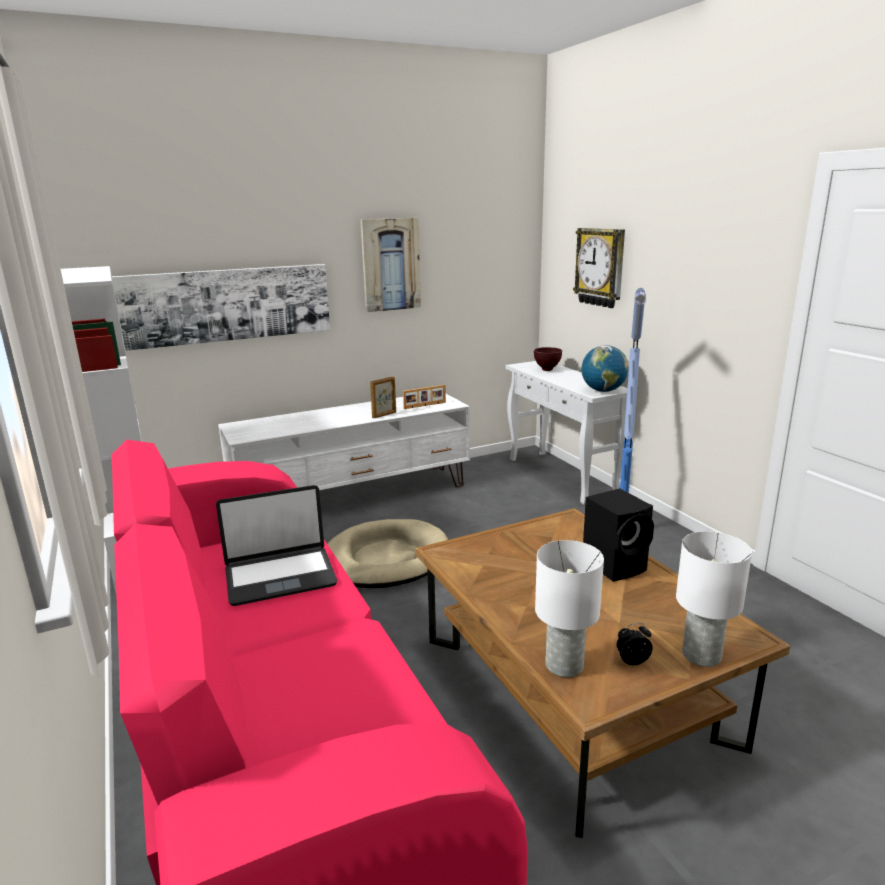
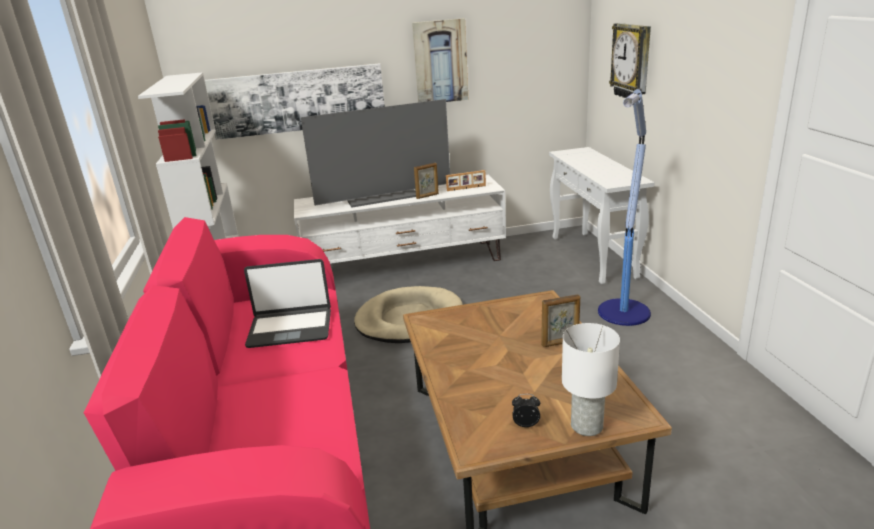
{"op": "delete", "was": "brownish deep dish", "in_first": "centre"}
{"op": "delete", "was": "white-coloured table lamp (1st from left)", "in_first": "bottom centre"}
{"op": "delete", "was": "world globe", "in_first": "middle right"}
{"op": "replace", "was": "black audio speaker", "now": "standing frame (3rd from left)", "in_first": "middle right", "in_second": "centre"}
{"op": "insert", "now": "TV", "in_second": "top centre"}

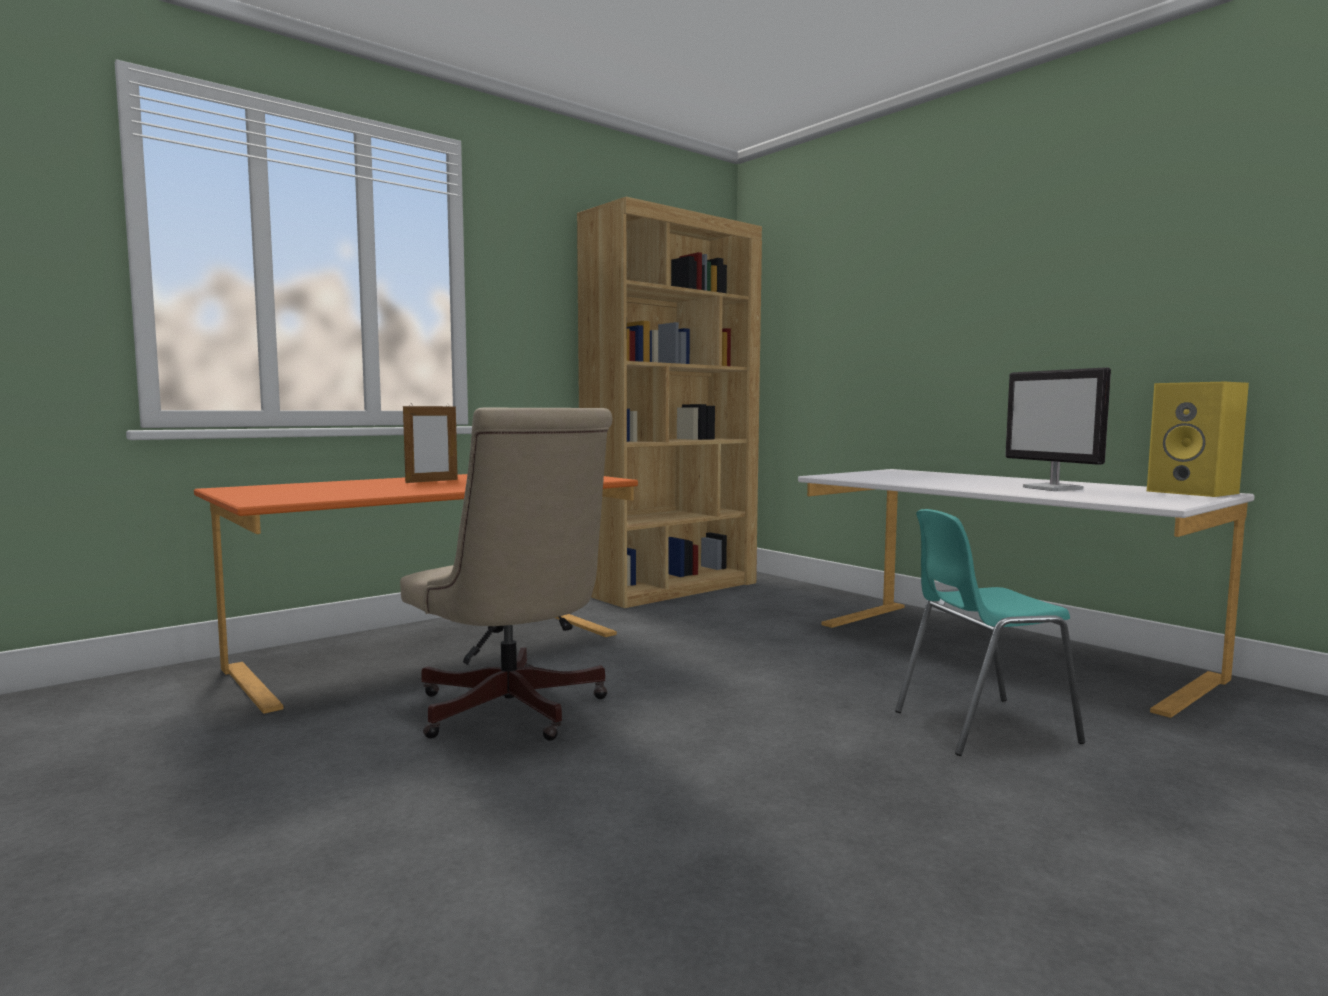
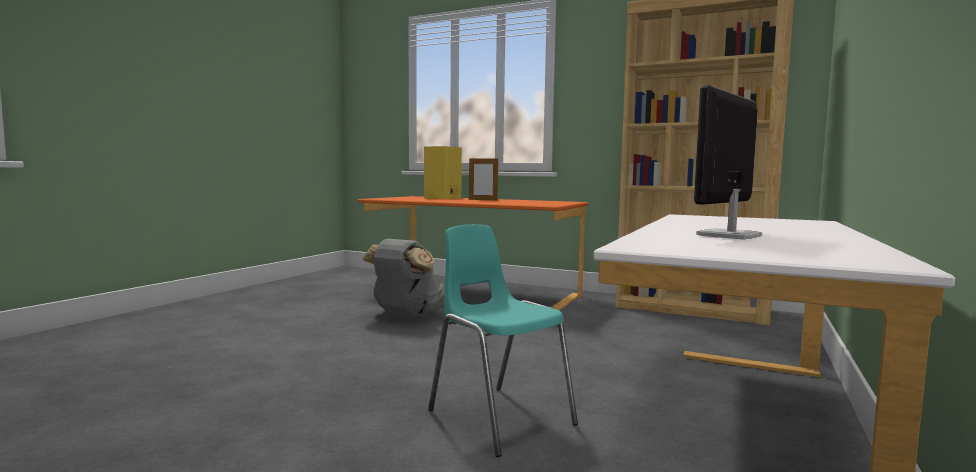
{"op": "replace", "was": "beige-coloured desk chair", "now": "grey rucksack", "in_first": "centre", "in_second": "centre"}
{"op": "move", "was": "yellowish audio speaker", "in_first": "middle right", "in_second": "centre"}

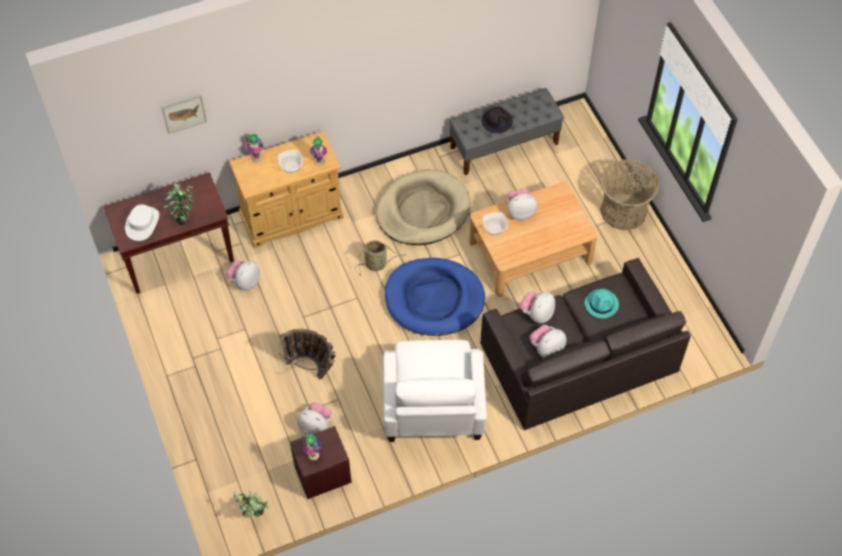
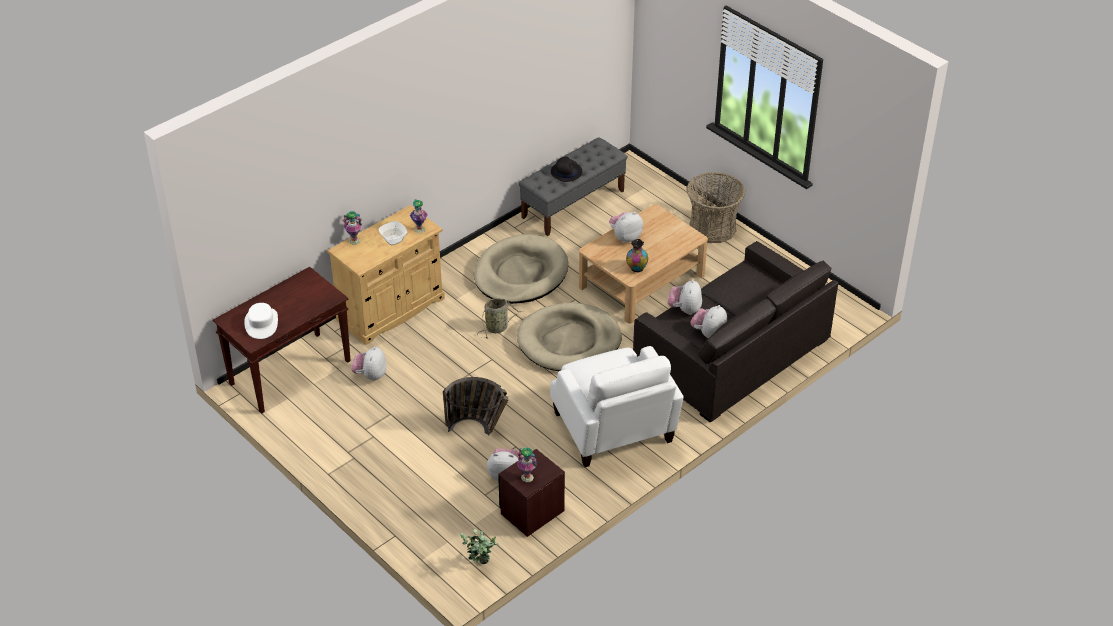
{"op": "delete", "was": "picture", "in_first": "top left"}
{"op": "delete", "was": "houseplant (1st from left)", "in_first": "middle left"}
{"op": "recolor", "was": "blue dog bed", "now": "beige-coloured dog bed (2nd from left)", "in_first": "centre", "in_second": "centre"}
{"op": "delete", "was": "deep dish (2nd from left)", "in_first": "centre"}
{"op": "delete", "was": "turquoise-coloured hat", "in_first": "middle right"}
{"op": "insert", "now": "vase (4th from left)", "in_second": "centre"}

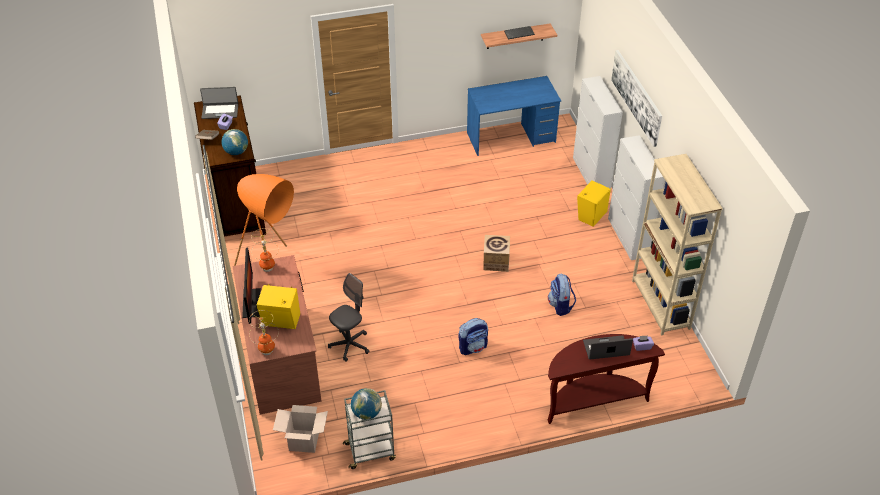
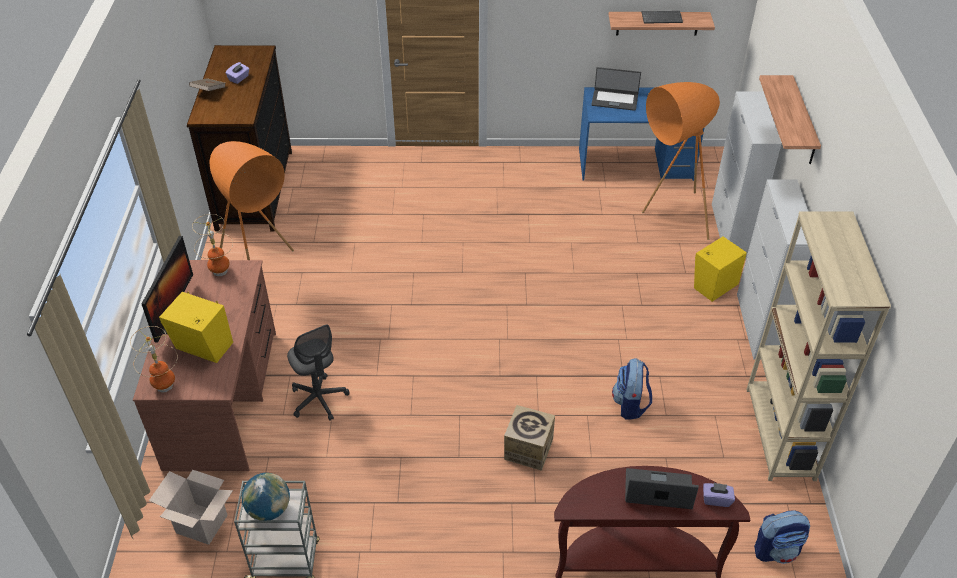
{"op": "move", "was": "portable computer (1st from left)", "in_first": "top left", "in_second": "top centre"}
{"op": "delete", "was": "world globe (1st from left)", "in_first": "top left"}
{"op": "rotate", "was": "grey desk chair", "in_first": "centre", "in_second": "middle left", "clockwise": 90}
{"op": "move", "was": "rucksack (1st from left in the first image)", "now": "rucksack (2nd from left)", "in_first": "bottom centre", "in_second": "bottom right"}
{"op": "move", "was": "cardboard box (2nd from left)", "in_first": "centre", "in_second": "bottom centre"}
{"op": "replace", "was": "picture", "now": "shelf (2nd from left)", "in_first": "top right", "in_second": "top right"}
{"op": "insert", "now": "orange standing lamp (2nd from left)", "in_second": "top right"}

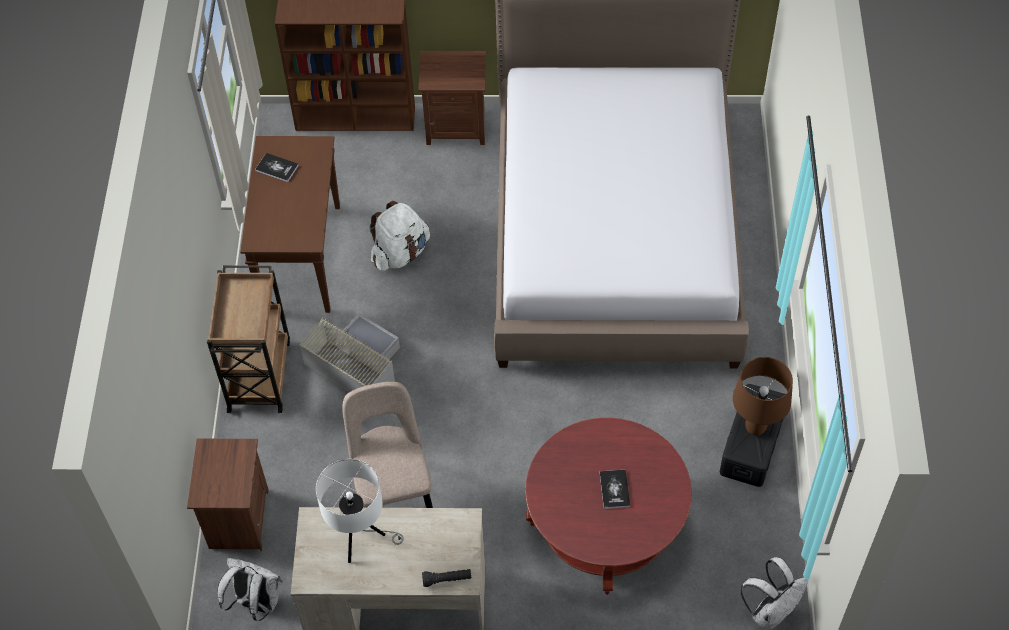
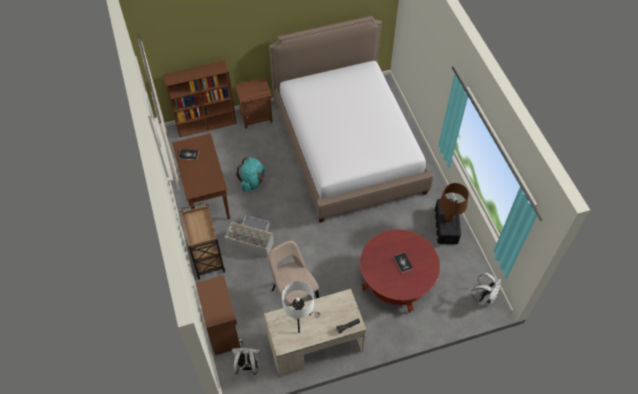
{"op": "replace", "was": "brownish night table (1st from left)", "now": "brownish cupboard", "in_first": "bottom left", "in_second": "bottom centre"}
{"op": "recolor", "was": "white-coloured rucksack (2nd from left)", "now": "turquoise-coloured rucksack", "in_first": "centre", "in_second": "centre"}

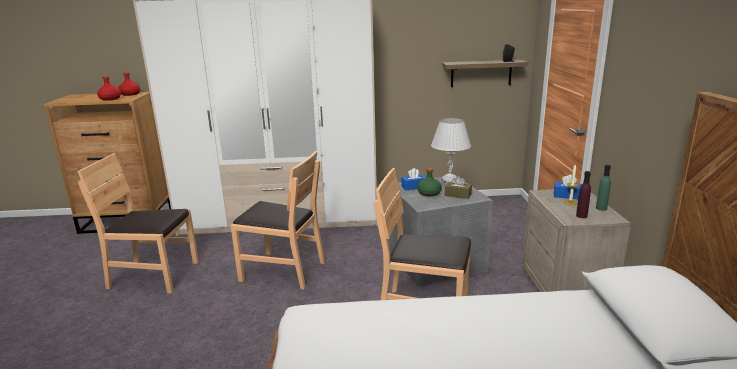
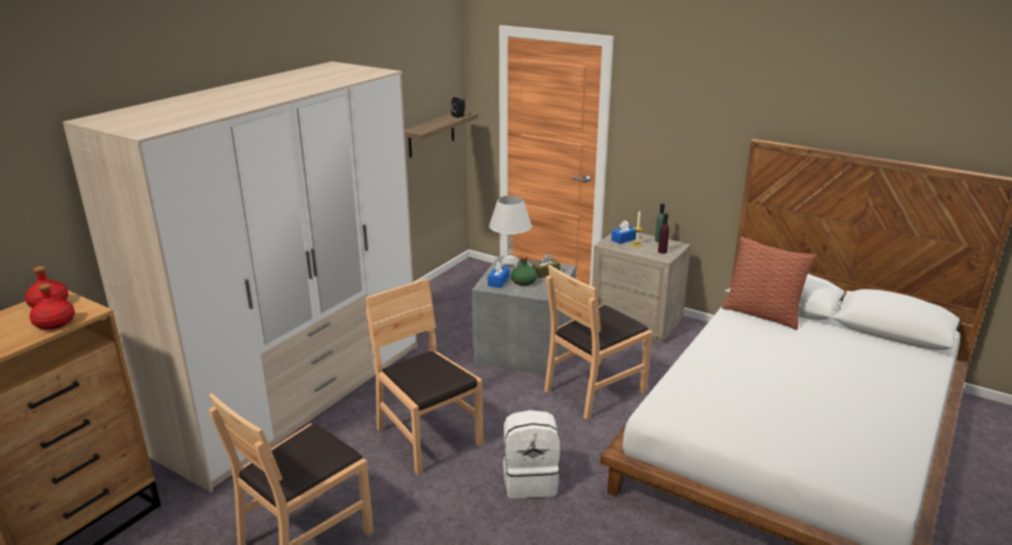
{"op": "rotate", "was": "brownish plain chair (2nd from left)", "in_first": "centre", "in_second": "bottom centre", "clockwise": -90}
{"op": "insert", "now": "white-coloured rucksack", "in_second": "bottom centre"}
{"op": "insert", "now": "throw pillow", "in_second": "middle right"}

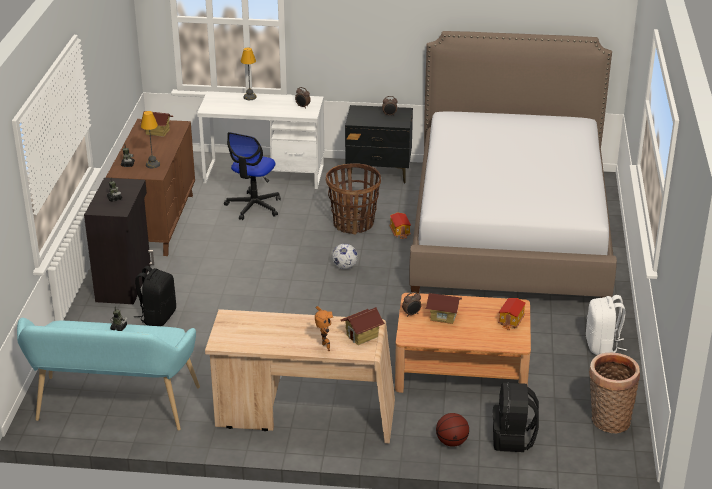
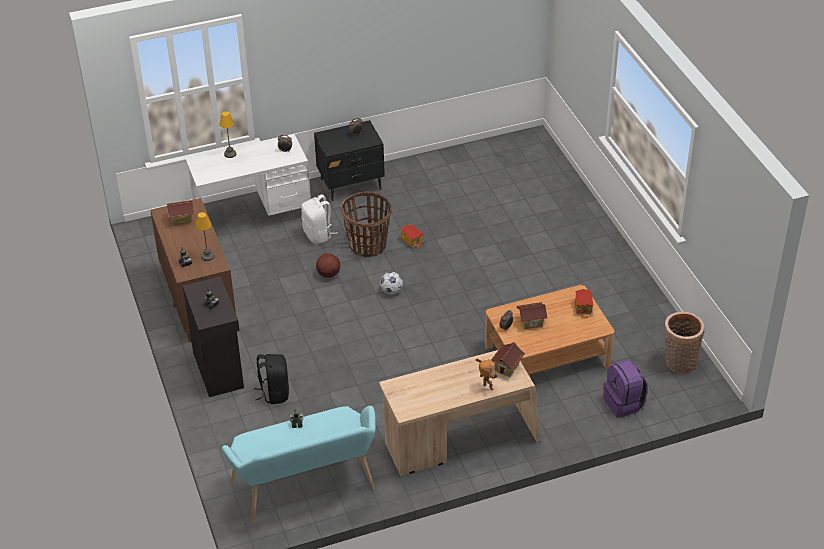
{"op": "delete", "was": "desk chair", "in_first": "centre"}
{"op": "delete", "was": "bed", "in_first": "middle right"}
{"op": "move", "was": "basketball ball", "in_first": "bottom centre", "in_second": "centre"}
{"op": "recolor", "was": "black rucksack (2nd from left)", "now": "purple-coloured rucksack", "in_first": "bottom right", "in_second": "bottom right"}
{"op": "move", "was": "white-coloured rucksack", "in_first": "middle right", "in_second": "centre"}

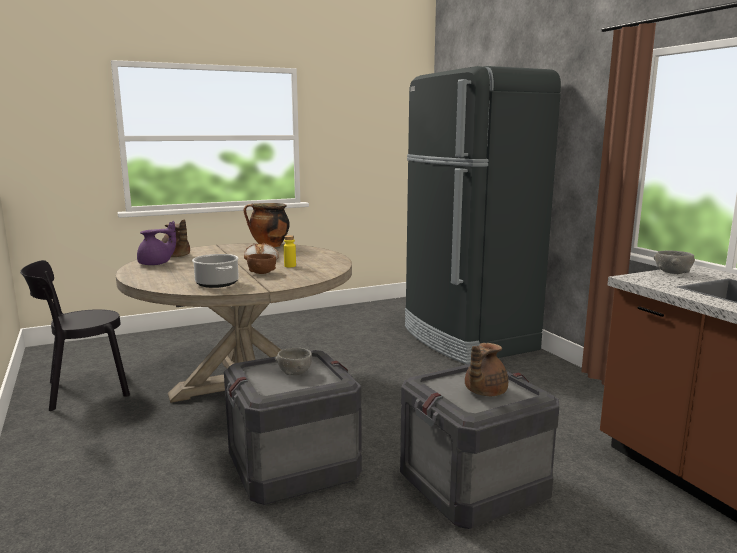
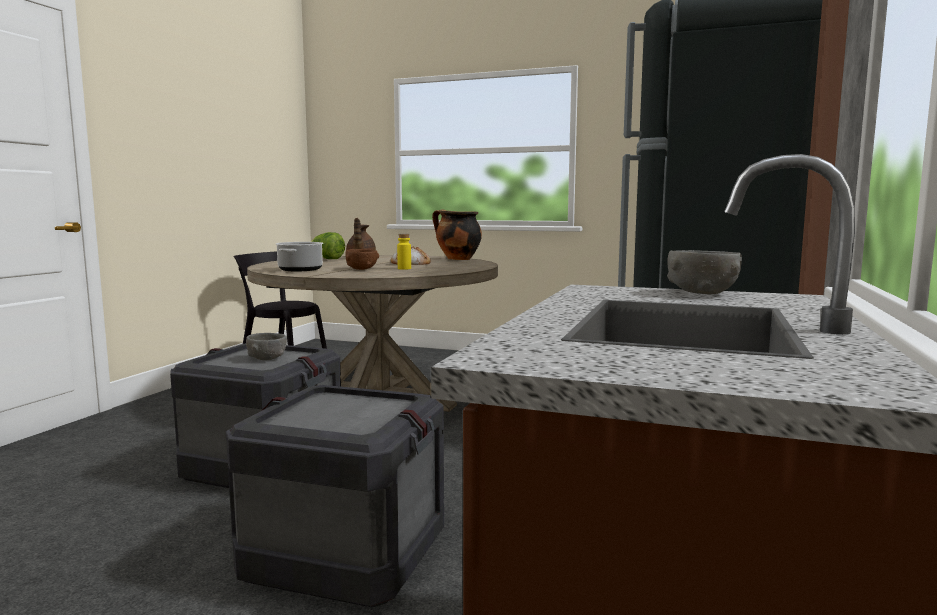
{"op": "replace", "was": "purple-coloured pot for tea", "now": "lettuce", "in_first": "middle left", "in_second": "centre"}
{"op": "delete", "was": "brownish pot for tea (2nd from left)", "in_first": "bottom centre"}

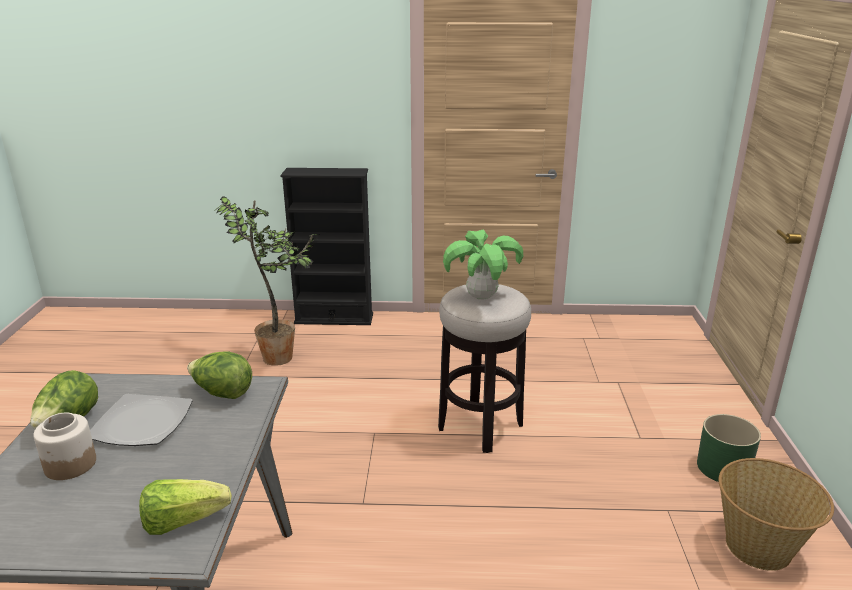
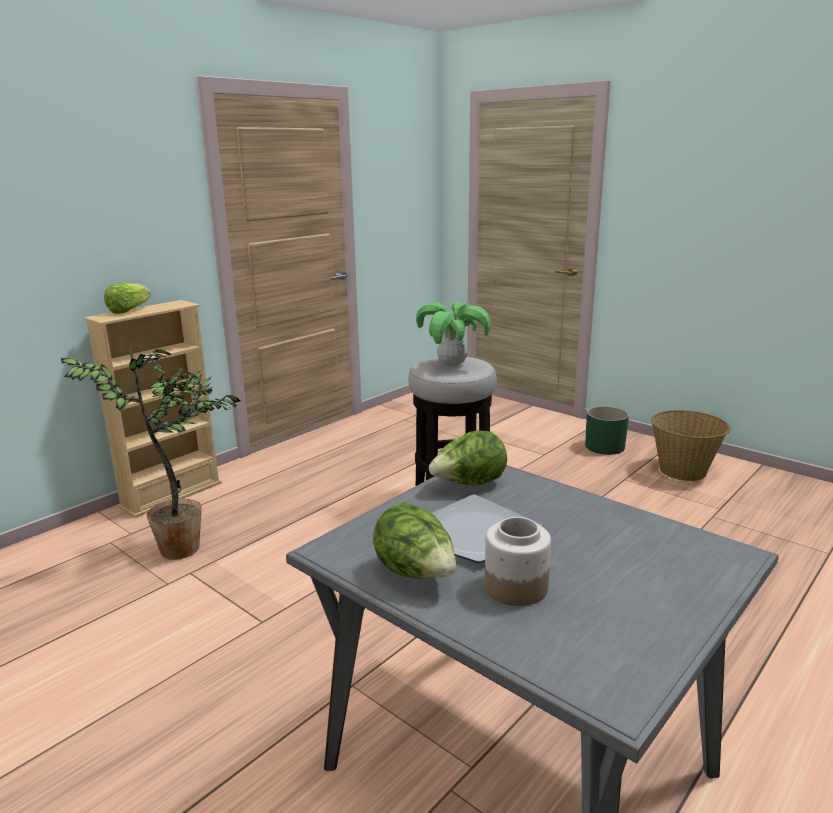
{"op": "move", "was": "lettuce (2nd from left in the first image)", "now": "lettuce (1st from left)", "in_first": "bottom left", "in_second": "middle left"}
{"op": "recolor", "was": "black shelving unit", "now": "beige-coloured shelving unit", "in_first": "centre", "in_second": "middle left"}

